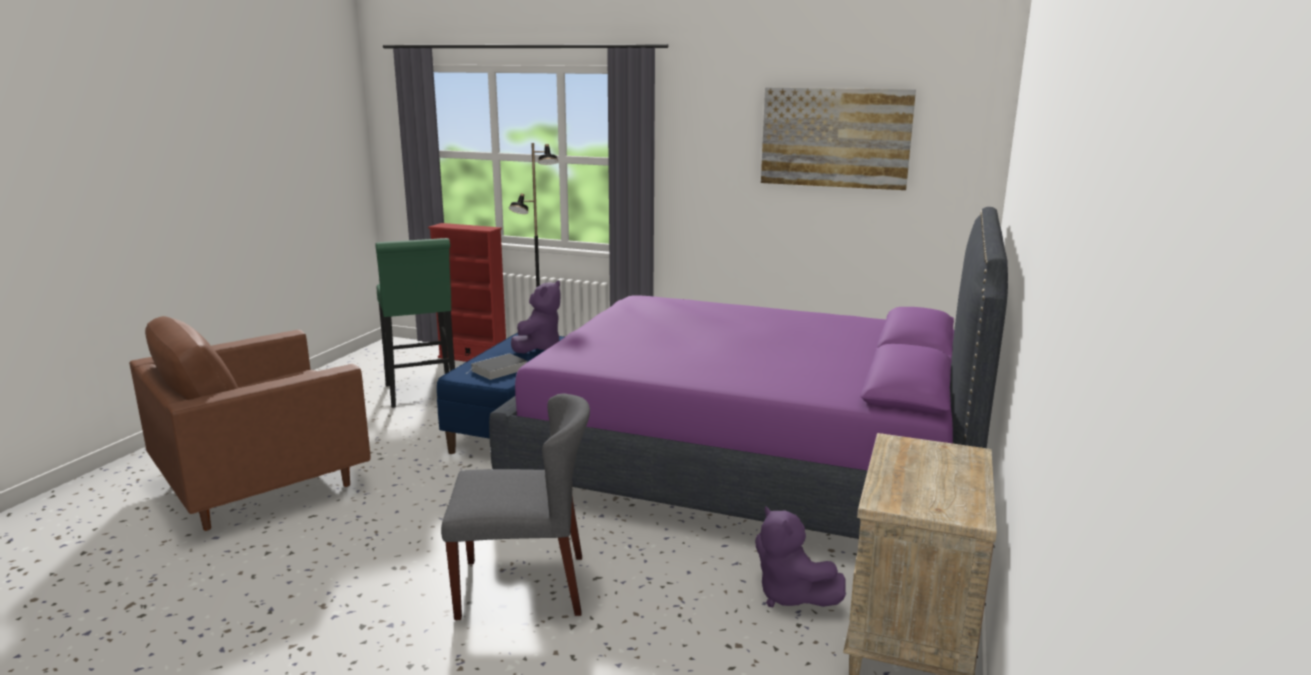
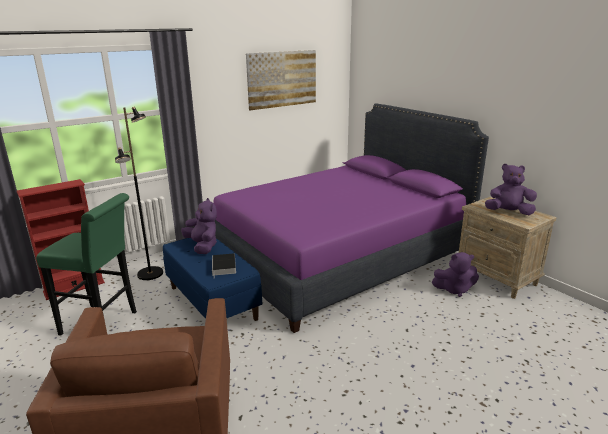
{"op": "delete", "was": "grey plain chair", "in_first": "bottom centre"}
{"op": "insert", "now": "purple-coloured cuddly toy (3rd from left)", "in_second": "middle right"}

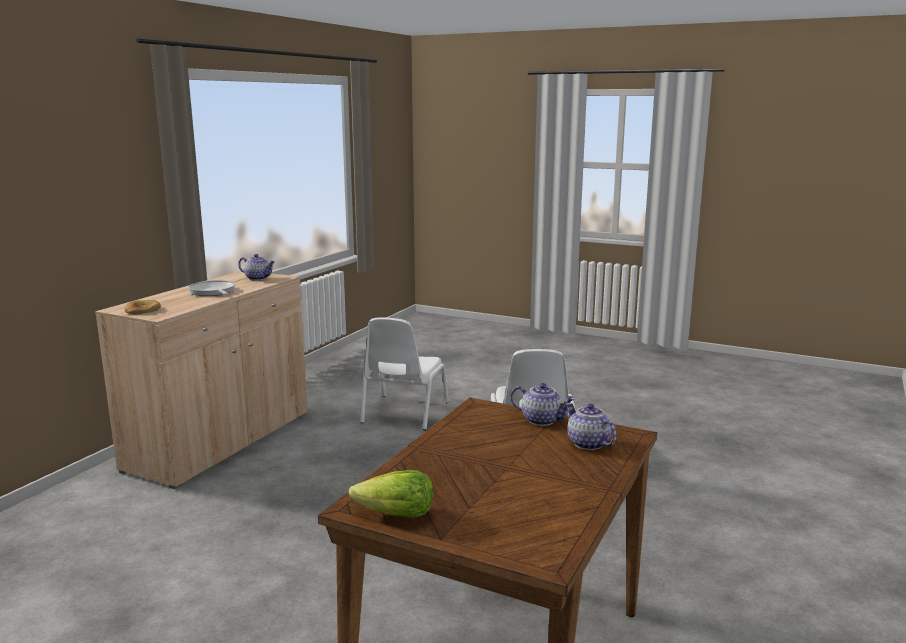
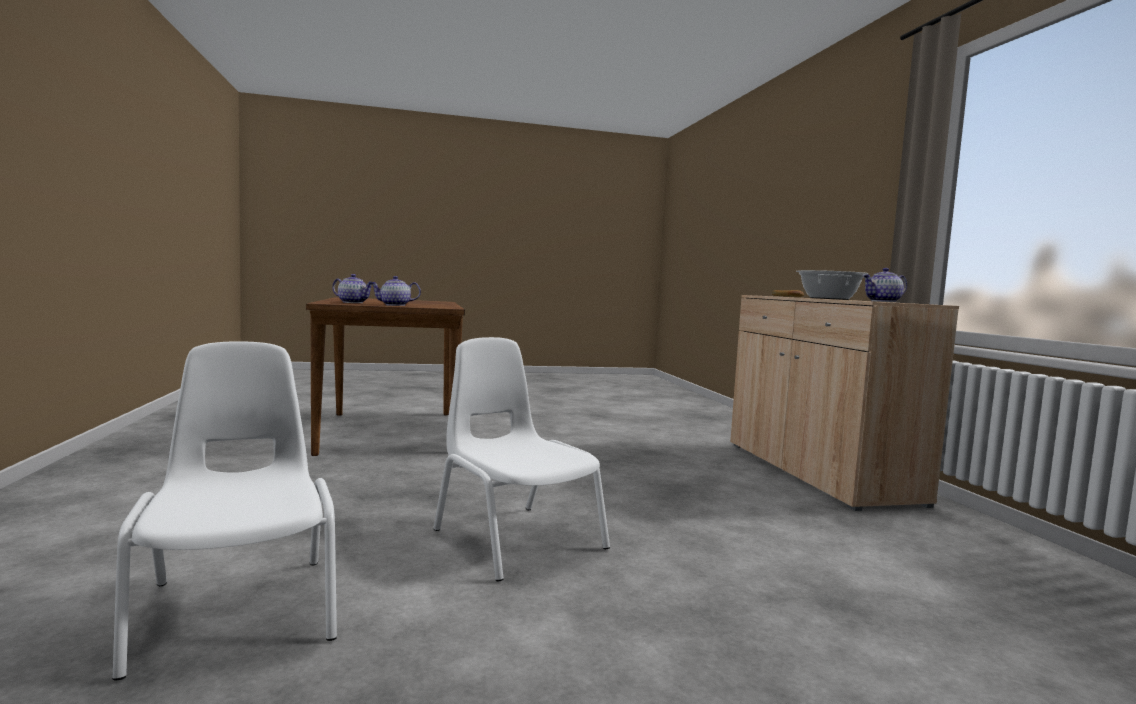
{"op": "replace", "was": "frying pan", "now": "cooking pot", "in_first": "middle left", "in_second": "middle right"}
{"op": "delete", "was": "lettuce", "in_first": "bottom centre"}
{"op": "move", "was": "white-coloured plain chair (1st from left)", "in_first": "centre", "in_second": "bottom left"}

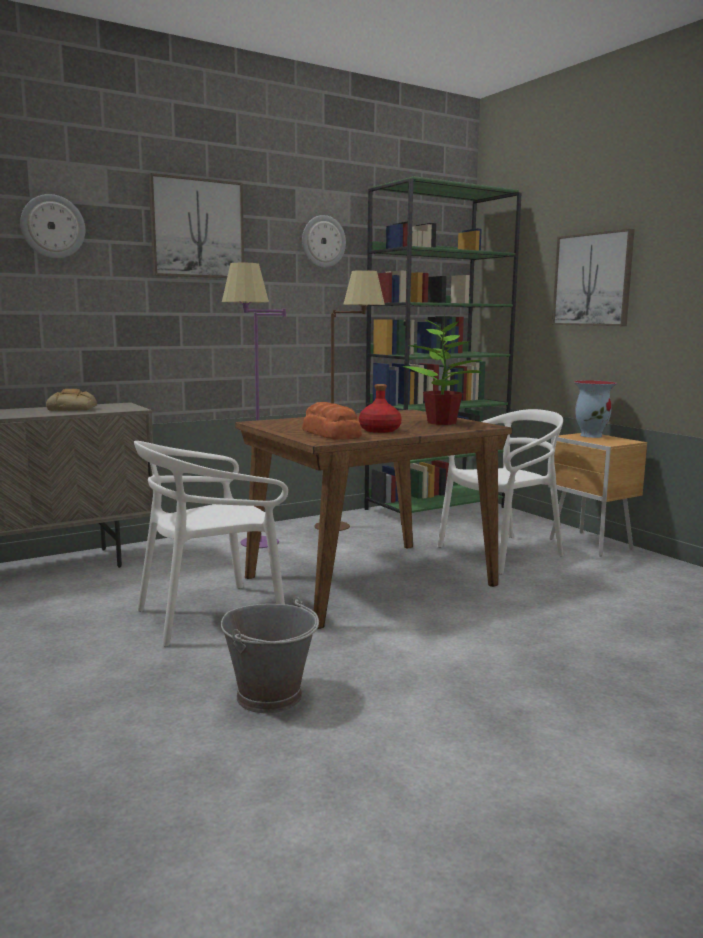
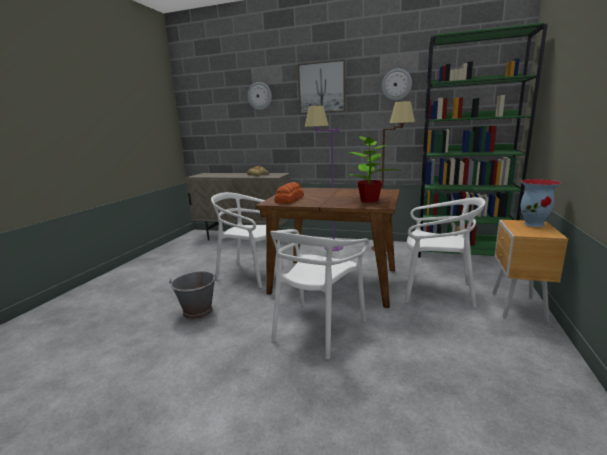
{"op": "delete", "was": "red beverage bottle", "in_first": "centre"}
{"op": "delete", "was": "picture (2nd from left)", "in_first": "top right"}
{"op": "insert", "now": "white-coloured plain chair (2nd from left)", "in_second": "centre"}

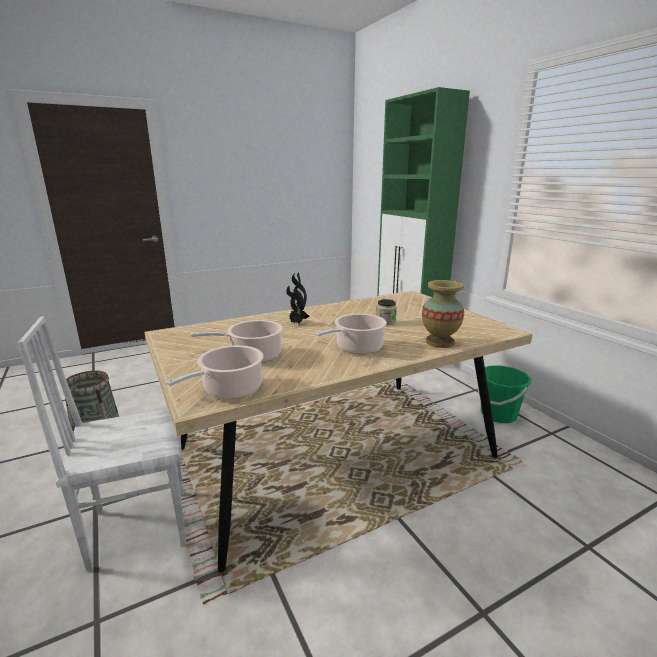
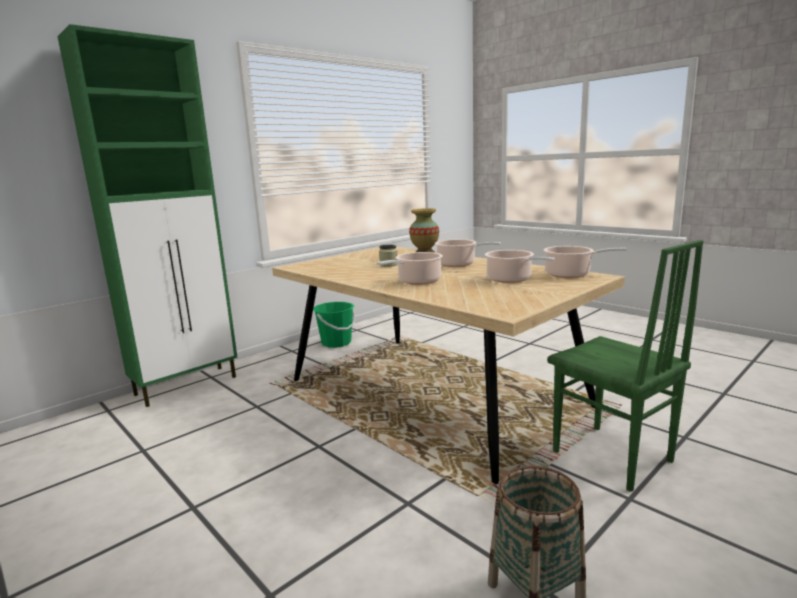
{"op": "recolor", "was": "white-coloured plain chair", "now": "green-coloured plain chair", "in_first": "bottom left", "in_second": "middle right"}
{"op": "replace", "was": "houseplant", "now": "cooking pot (1st from left)", "in_first": "centre", "in_second": "centre"}

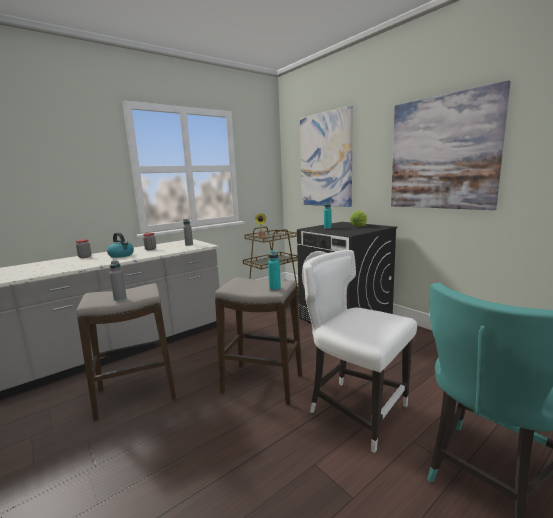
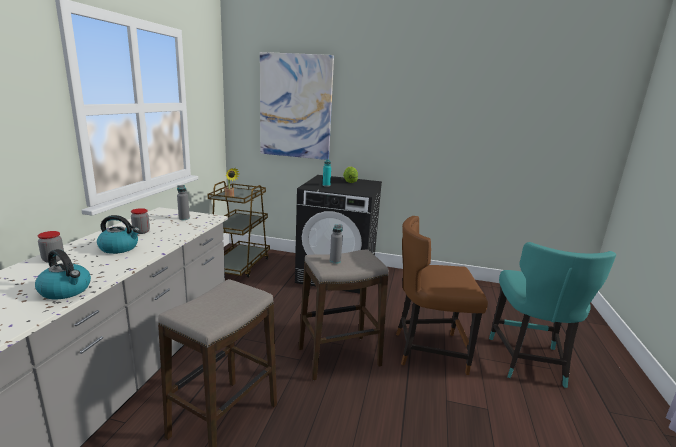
{"op": "move", "was": "grey beverage bottle (1st from left in the first image)", "now": "grey beverage bottle (2nd from left)", "in_first": "middle left", "in_second": "centre"}
{"op": "delete", "was": "turquoise-coloured beverage bottle (1st from left)", "in_first": "centre"}
{"op": "recolor", "was": "white-coloured plain chair", "now": "brownish plain chair", "in_first": "bottom centre", "in_second": "centre"}
{"op": "delete", "was": "picture (2nd from left)", "in_first": "top right"}
{"op": "insert", "now": "water kettle (1st from left)", "in_second": "middle left"}

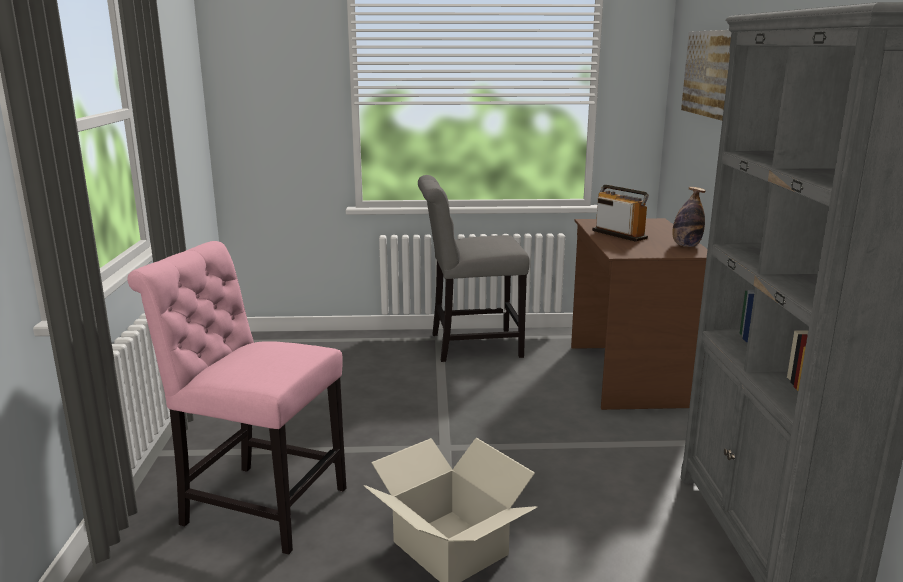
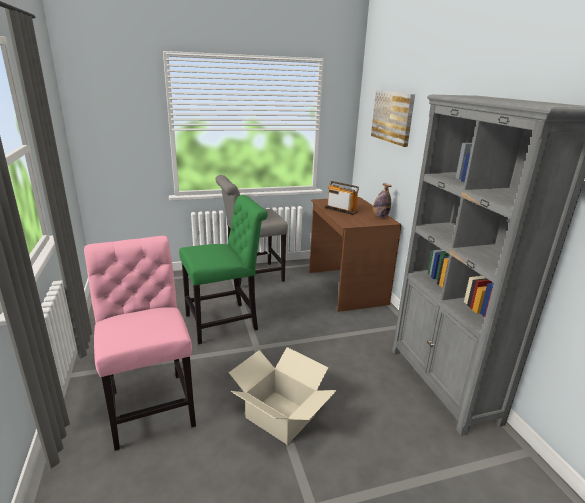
{"op": "rotate", "was": "pinkish plain chair", "in_first": "bottom left", "in_second": "bottom left", "clockwise": 60}
{"op": "insert", "now": "green-coloured plain chair", "in_second": "centre"}

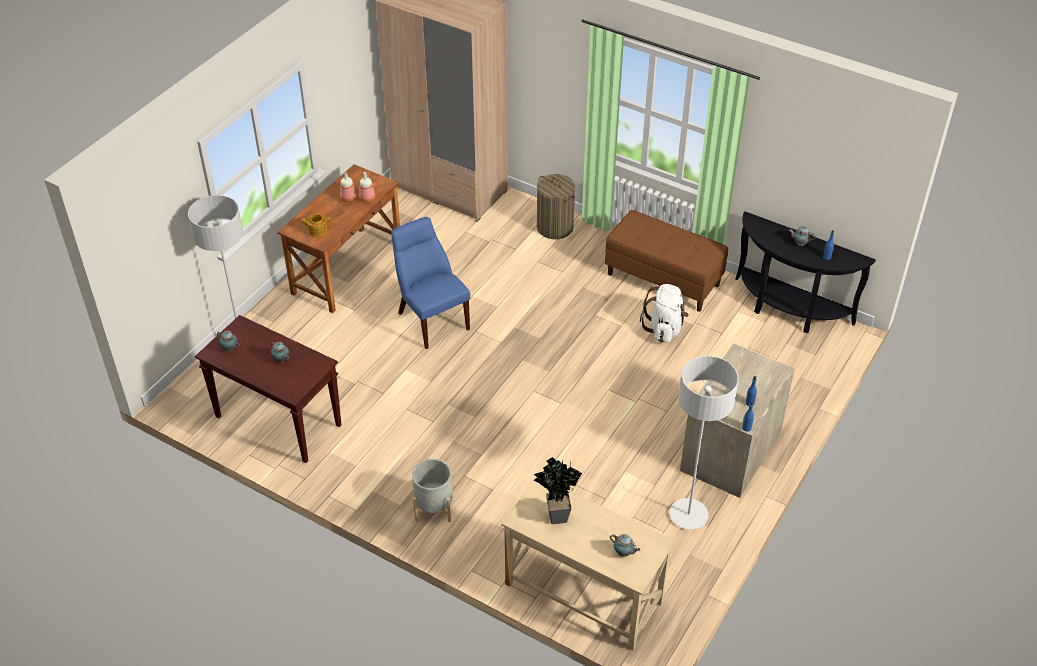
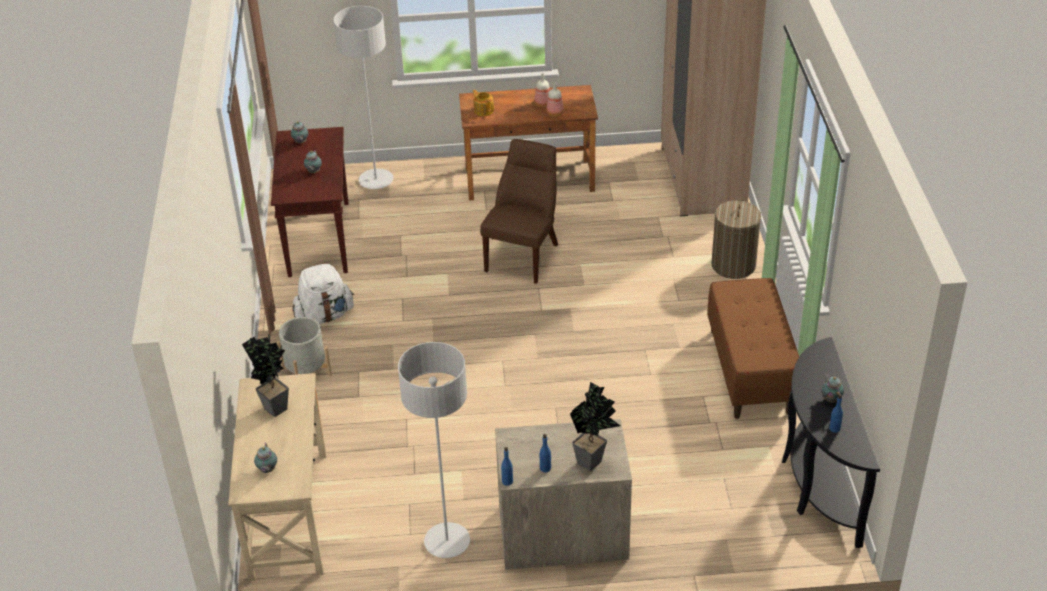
{"op": "recolor", "was": "blue plain chair", "now": "brownish plain chair", "in_first": "centre", "in_second": "centre"}
{"op": "move", "was": "white-coloured rucksack", "in_first": "centre", "in_second": "middle left"}
{"op": "insert", "now": "houseplant (2nd from left)", "in_second": "bottom centre"}

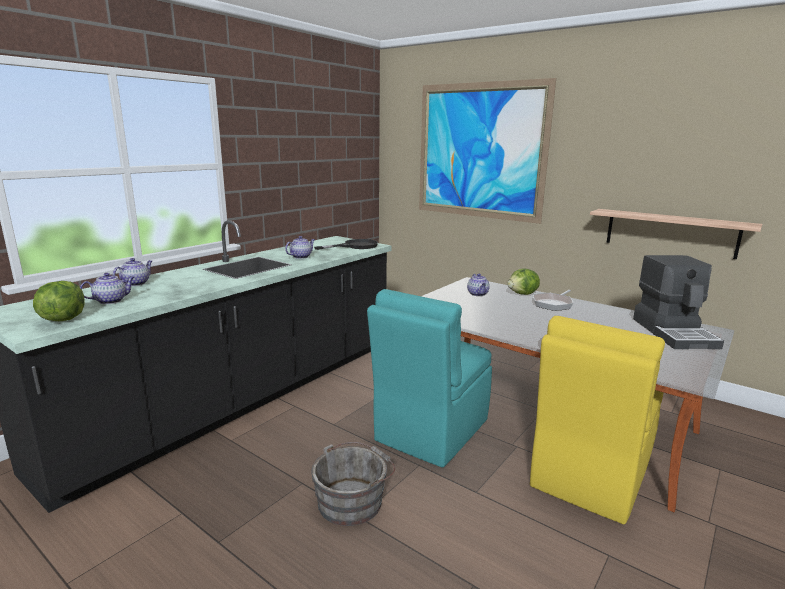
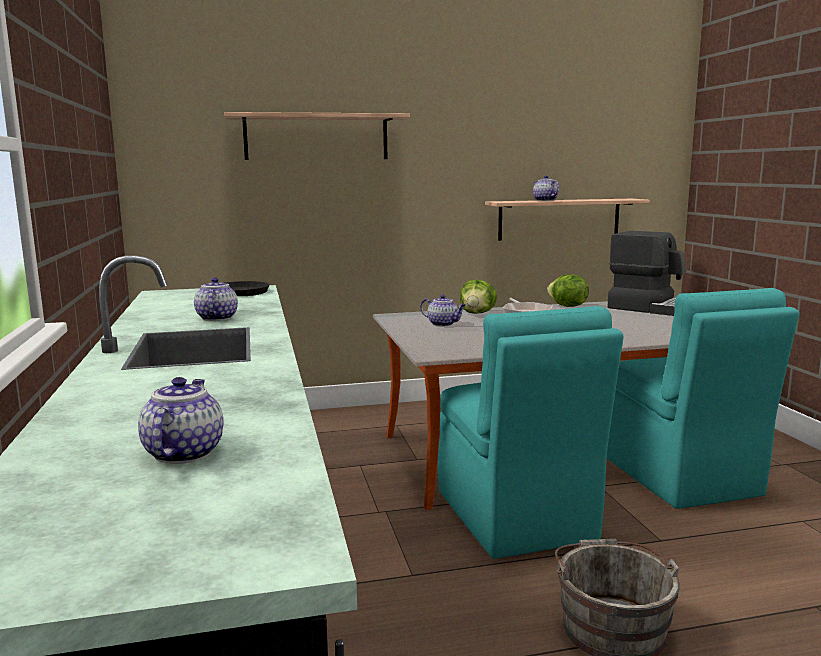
{"op": "move", "was": "lettuce (1st from left in the first image)", "now": "lettuce (2nd from left)", "in_first": "middle left", "in_second": "middle right"}
{"op": "move", "was": "pot for tea (2nd from left in the first image)", "now": "pot for tea (4th from left)", "in_first": "middle left", "in_second": "top centre"}
{"op": "replace", "was": "picture", "now": "shelf (1st from left)", "in_first": "top centre", "in_second": "top centre"}
{"op": "recolor", "was": "yellowish plain chair", "now": "turquoise-coloured plain chair (2nd from left)", "in_first": "bottom right", "in_second": "middle right"}

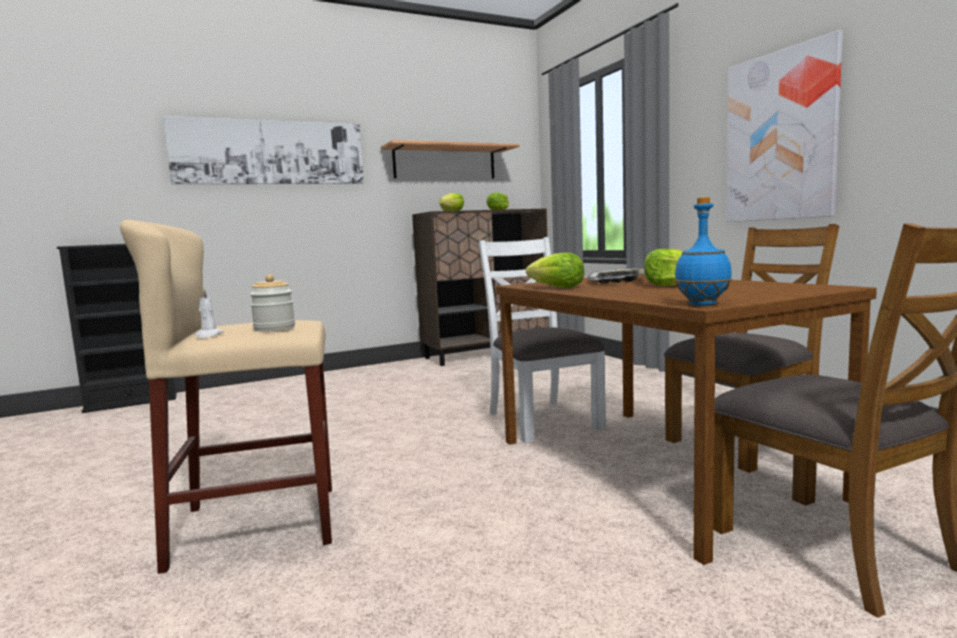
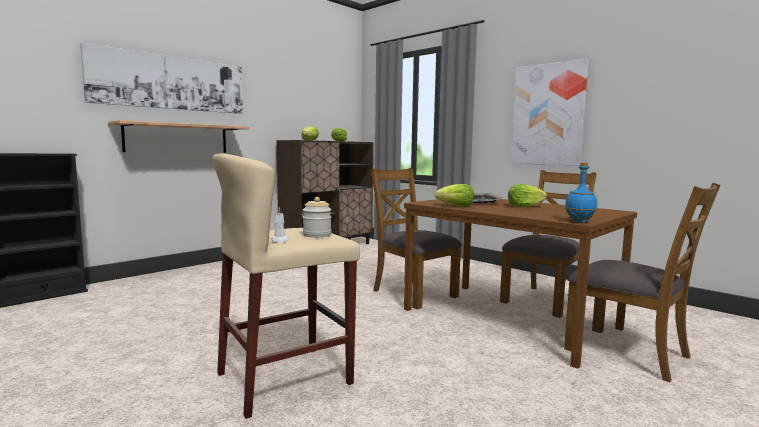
{"op": "move", "was": "shelf", "in_first": "top centre", "in_second": "top left"}
{"op": "recolor", "was": "white-coloured plain chair", "now": "brownish plain chair (1st from left)", "in_first": "centre", "in_second": "centre"}

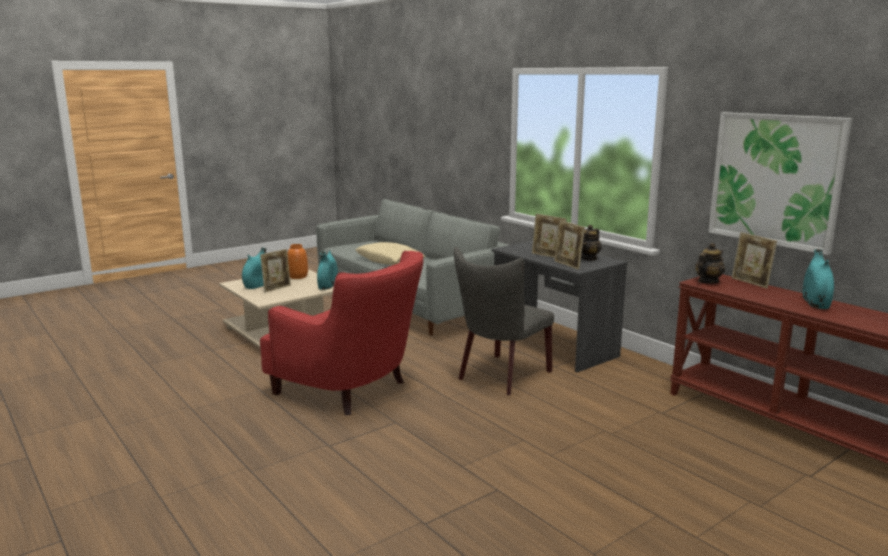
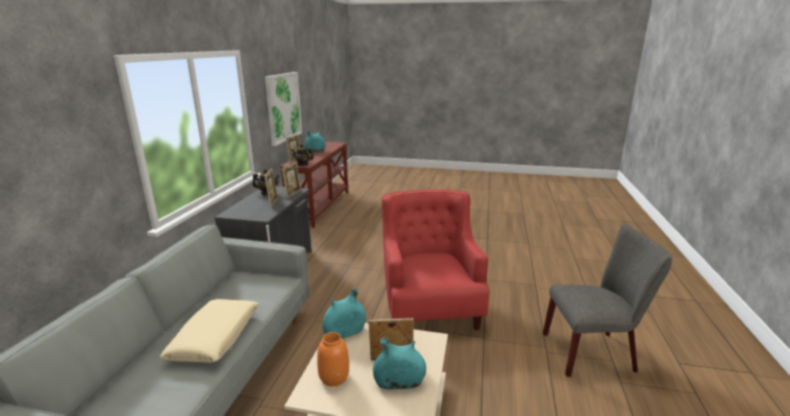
{"op": "move", "was": "grey plain chair", "in_first": "centre", "in_second": "bottom right"}

